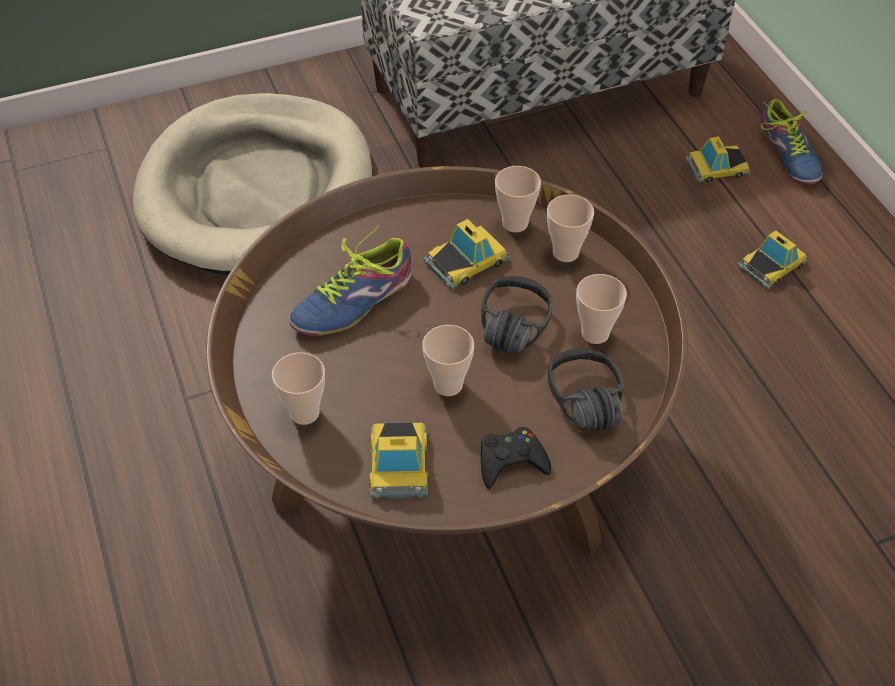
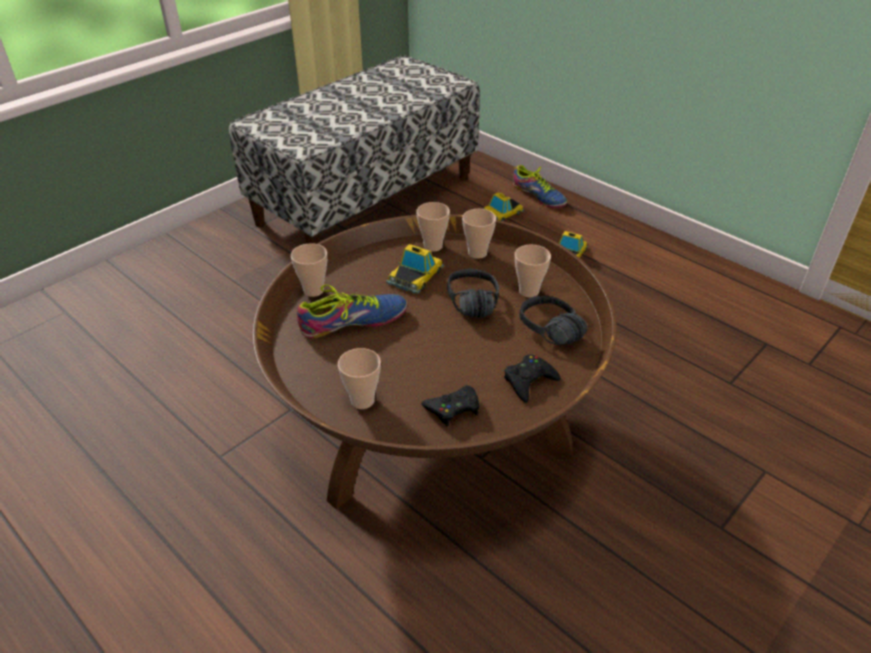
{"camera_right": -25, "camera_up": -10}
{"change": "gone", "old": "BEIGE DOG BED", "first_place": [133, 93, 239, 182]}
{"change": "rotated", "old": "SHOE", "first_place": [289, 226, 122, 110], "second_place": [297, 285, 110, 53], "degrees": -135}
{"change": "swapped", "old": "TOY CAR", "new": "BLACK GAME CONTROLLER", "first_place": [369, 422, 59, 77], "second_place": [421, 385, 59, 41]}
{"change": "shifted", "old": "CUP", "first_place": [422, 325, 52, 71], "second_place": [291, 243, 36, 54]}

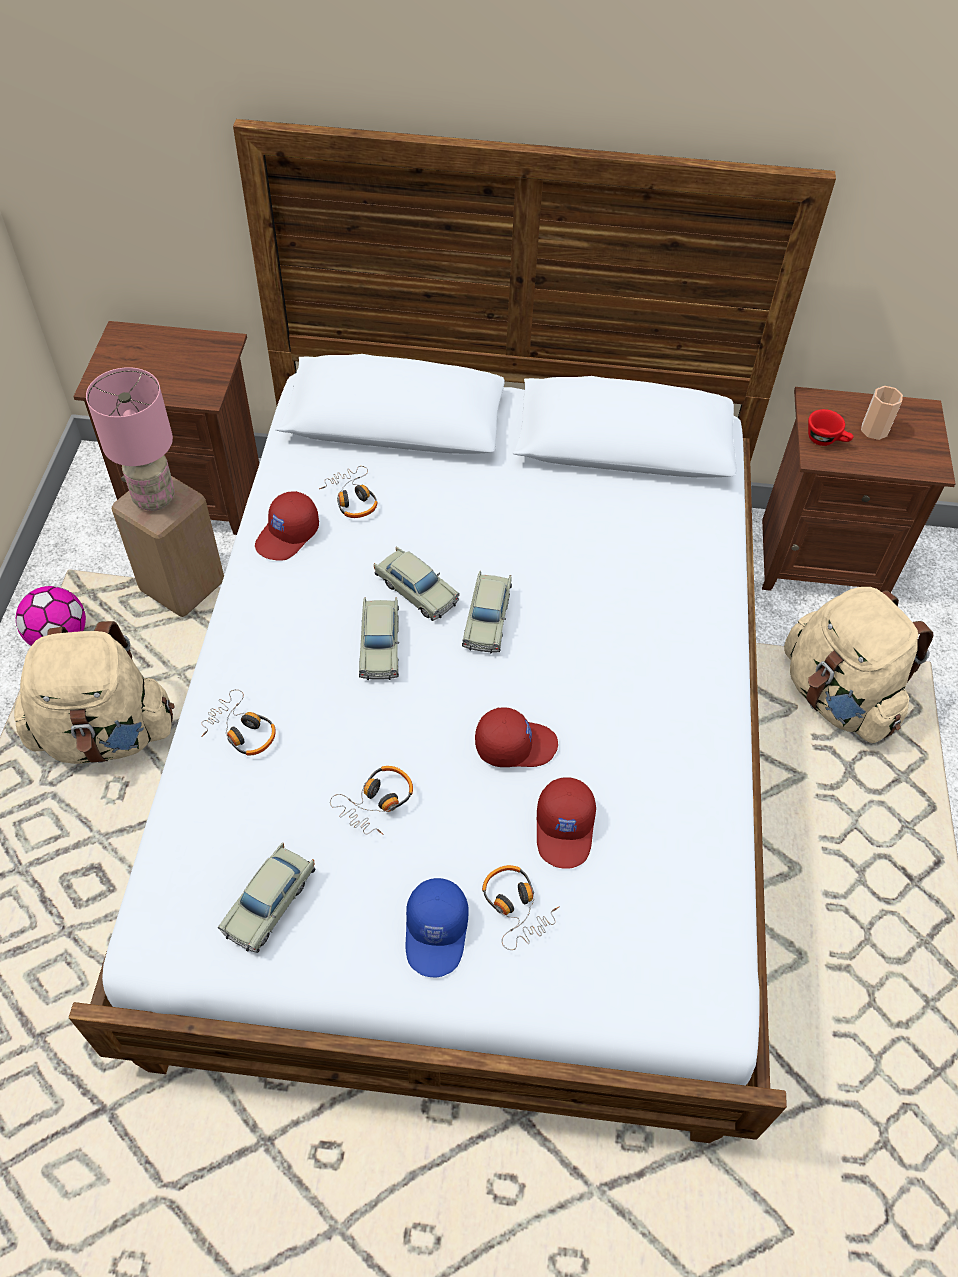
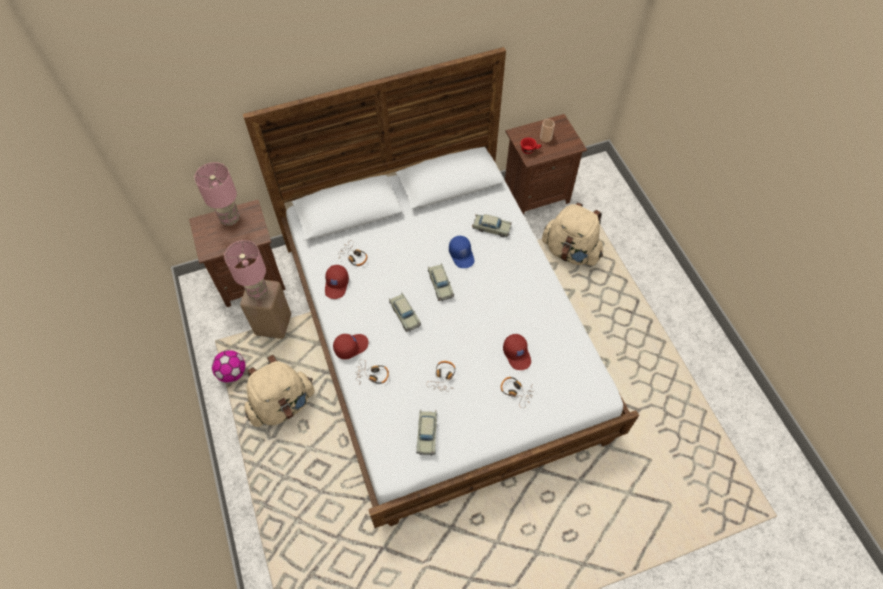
{"camera_right": -25, "camera_up": 5}
{"change": "shifted", "old": "BEIGE TOY CAR", "first_place": [374, 547, 86, 74], "second_place": [472, 214, 40, 23]}
{"change": "shifted", "old": "BLUE CAP", "first_place": [405, 878, 64, 99], "second_place": [449, 235, 25, 33]}
{"change": "shifted", "old": "RED CAP", "first_place": [475, 707, 83, 60], "second_place": [333, 334, 35, 25]}
{"change": "new", "new": "PINK TABLE LAMP", "second_place": [195, 162, 45, 64]}

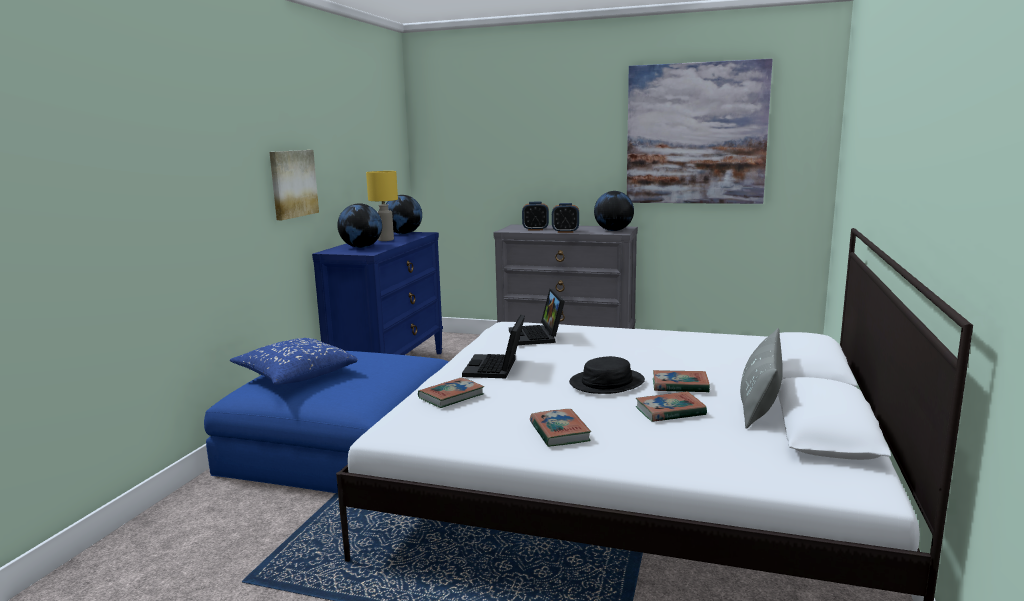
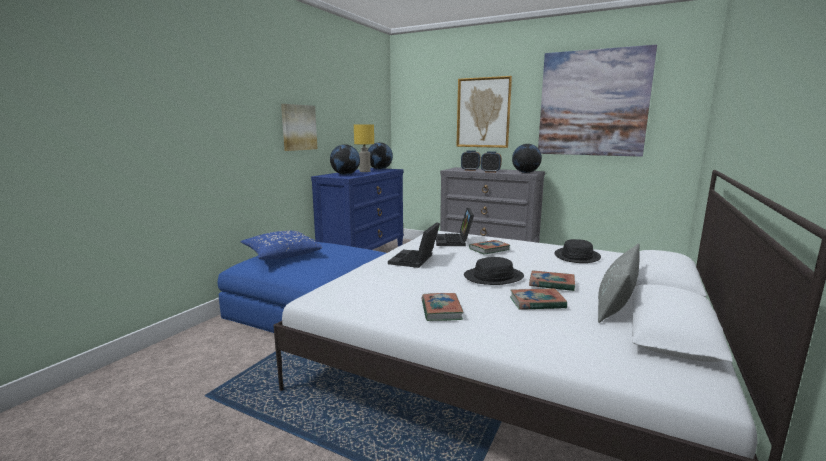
{"camera_right": 10, "camera_up": 0}
{"change": "shifted", "old": "BOOK", "first_place": [418, 377, 66, 31], "second_place": [469, 240, 41, 15]}
{"change": "new", "new": "PICTURE", "second_place": [456, 76, 56, 72]}
{"change": "new", "new": "BLACK HAT", "second_place": [555, 239, 46, 24]}

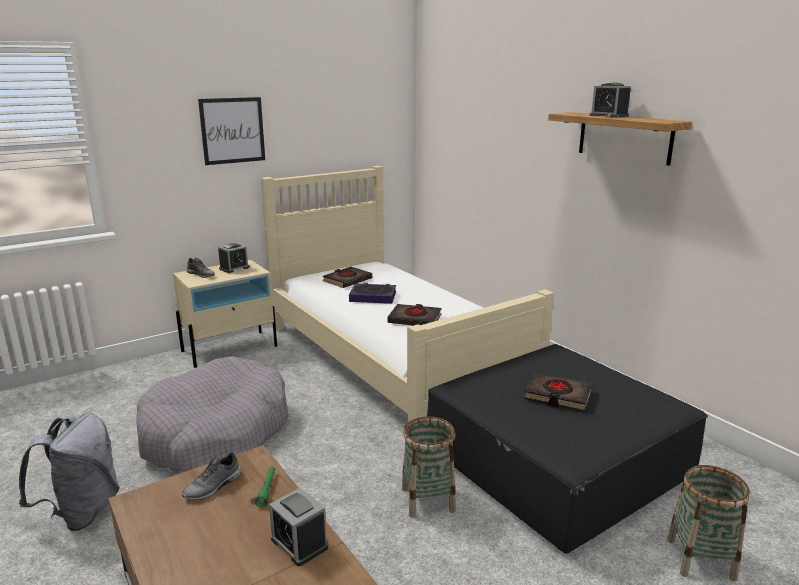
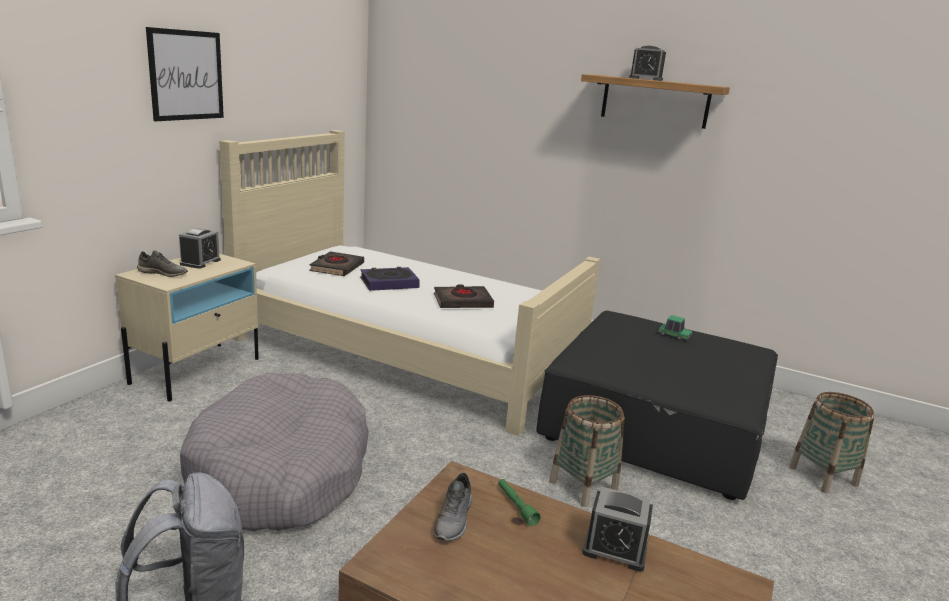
{"camera_right": -30, "camera_up": 0}
{"change": "gone", "old": "BLACK BOOK", "first_place": [524, 372, 69, 39]}
{"change": "new", "new": "TOY CAR", "second_place": [658, 315, 34, 25]}

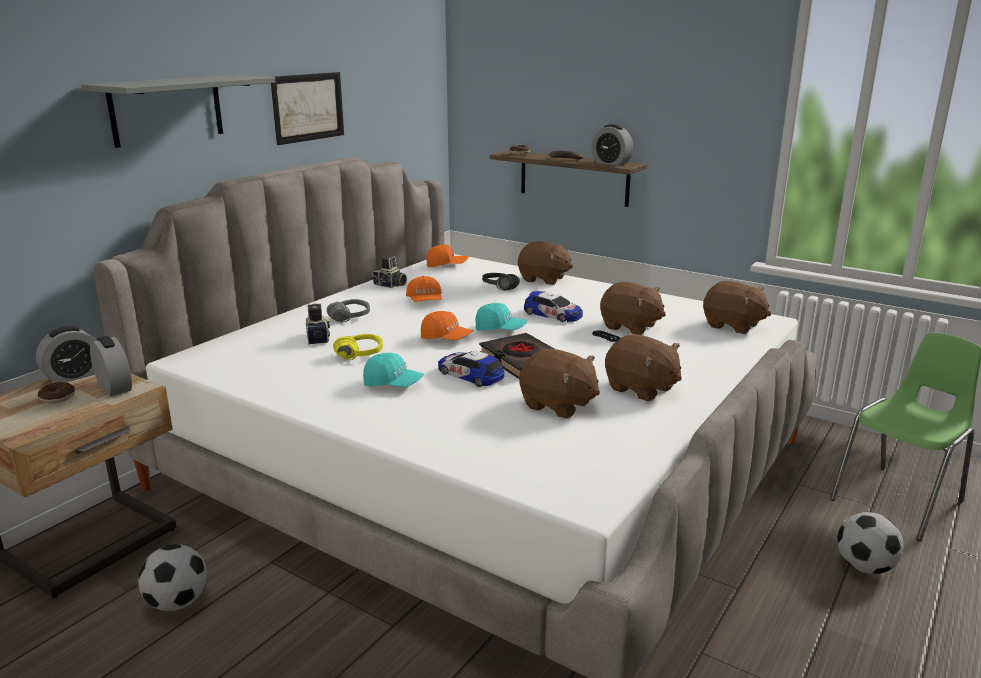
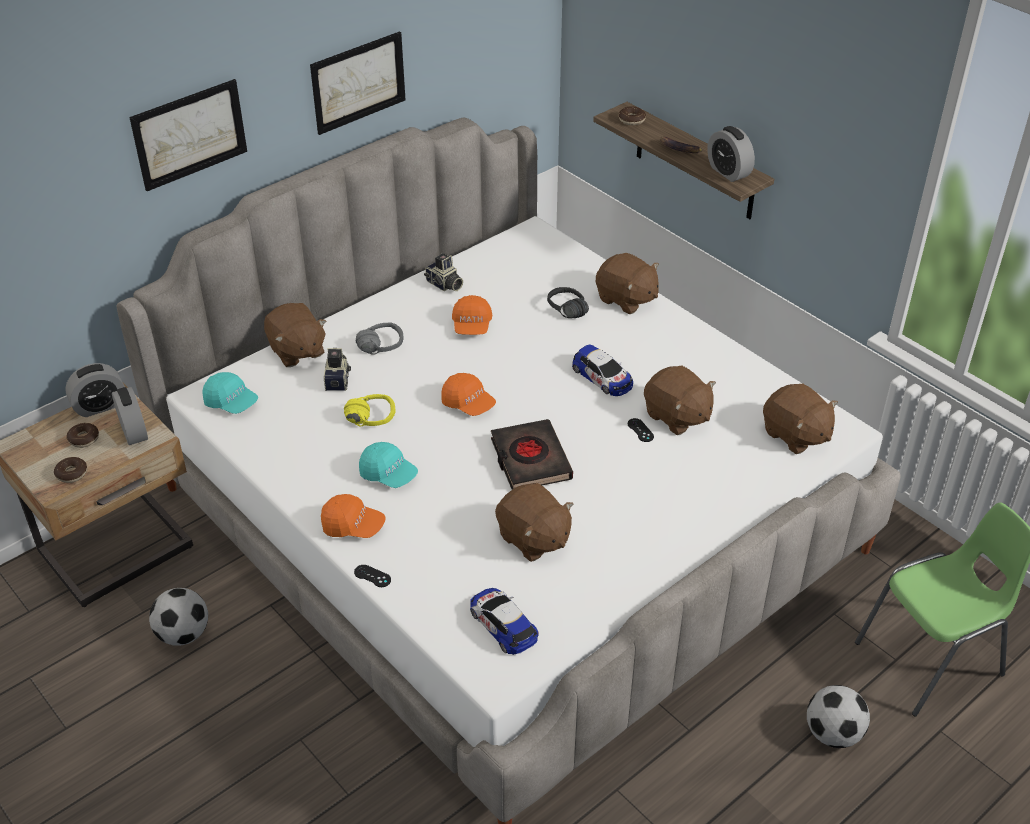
{"camera_right": 15, "camera_up": 20}
{"change": "swapped", "old": "GREY SHELF", "new": "PICTURE", "first_place": [81, 75, 194, 73], "second_place": [129, 79, 118, 112]}
{"change": "shifted", "old": "ORANGE CAP", "first_place": [426, 244, 43, 23], "second_place": [321, 494, 64, 44]}
{"change": "shifted", "old": "TOY CAR", "first_place": [438, 350, 67, 37], "second_place": [470, 588, 69, 67]}
{"change": "shifted", "old": "TURQUOISE CAP", "first_place": [475, 303, 53, 28], "second_place": [203, 372, 55, 42]}
{"change": "shifted", "old": "BROWN PLUSH TOY", "first_place": [605, 334, 77, 67], "second_place": [264, 303, 62, 64]}
{"change": "new", "new": "DONUT", "second_place": [54, 457, 33, 26]}
{"change": "new", "new": "BLACK GAME CONTROLLER", "second_place": [354, 565, 37, 22]}

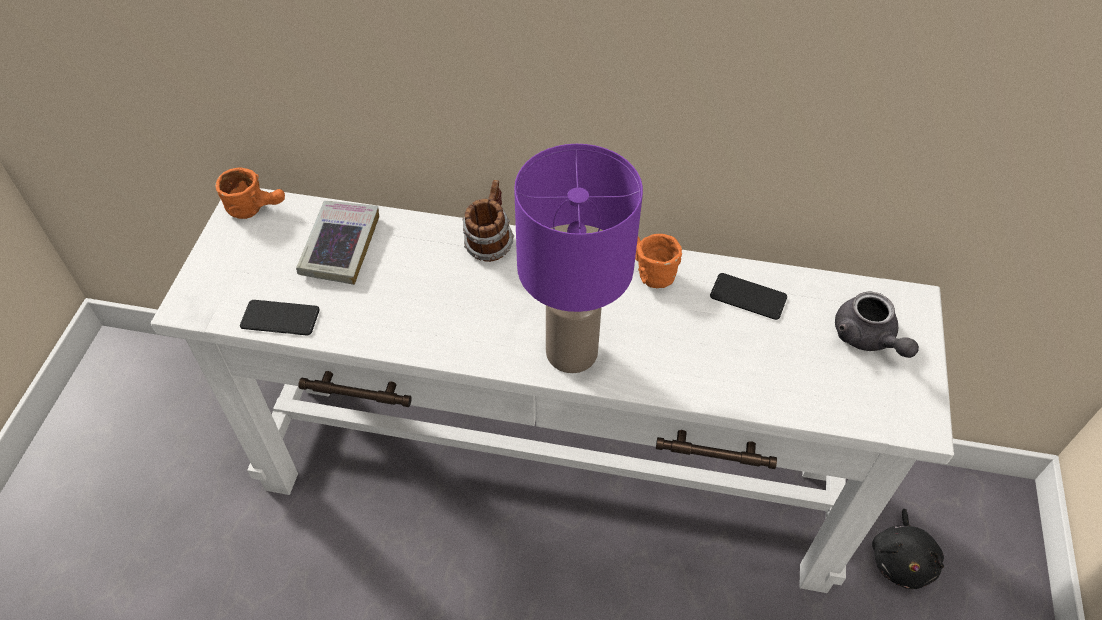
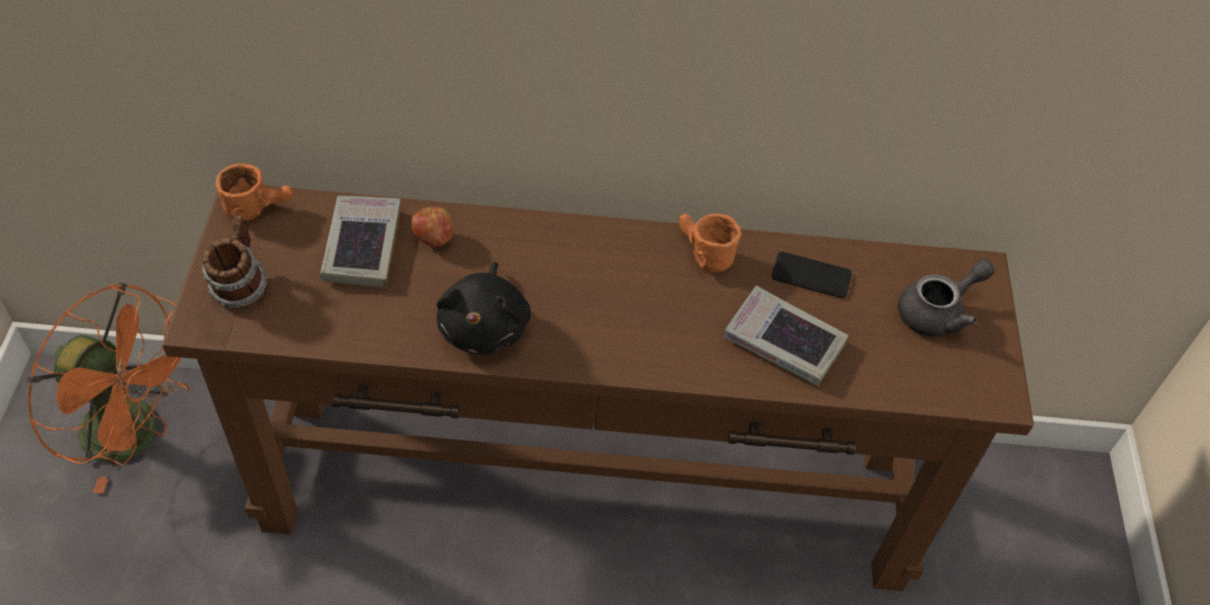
{"camera_right": -10, "camera_up": 0}
{"change": "repainted", "old": "WHITE CONSOLE TABLE", "new": "BROWN CONSOLE TABLE", "first_place": [151, 188, 803, 405], "second_place": [162, 185, 872, 406]}
{"change": "gone", "old": "PHONE", "first_place": [240, 300, 80, 35]}
{"change": "shifted", "old": "MUG", "first_place": [462, 180, 52, 82], "second_place": [202, 215, 65, 94]}
{"change": "gone", "old": "PURPLE TABLE LAMP", "first_place": [514, 144, 129, 229]}
{"change": "rotated", "old": "GREY TEAPOT", "first_place": [835, 292, 84, 66], "second_place": [898, 259, 97, 78], "degrees": -90}
{"change": "shifted", "old": "BLACK PLUSH TOY", "first_place": [872, 509, 72, 80], "second_place": [437, 262, 94, 92]}
{"change": "new", "new": "ORANGE FAN", "second_place": [27, 283, 163, 211]}
{"change": "new", "new": "APPLE", "second_place": [411, 205, 42, 42]}
{"change": "new", "new": "BOOK", "second_place": [723, 285, 126, 101]}

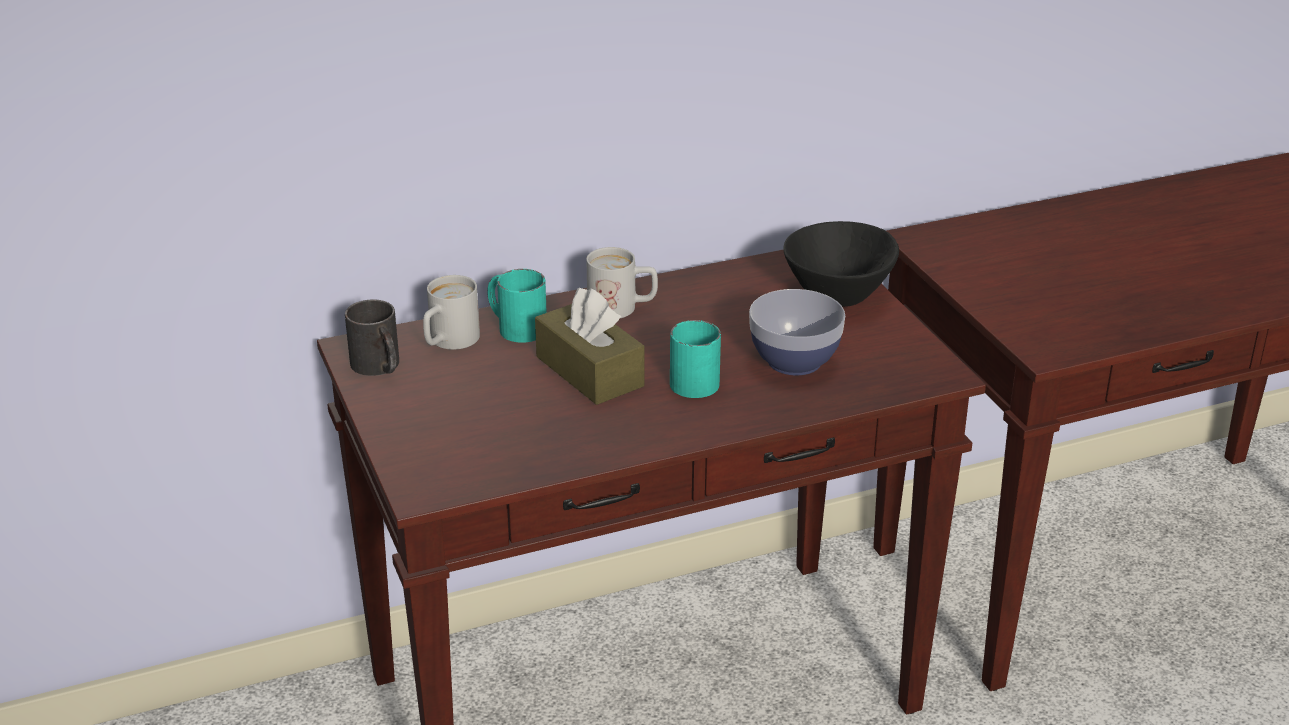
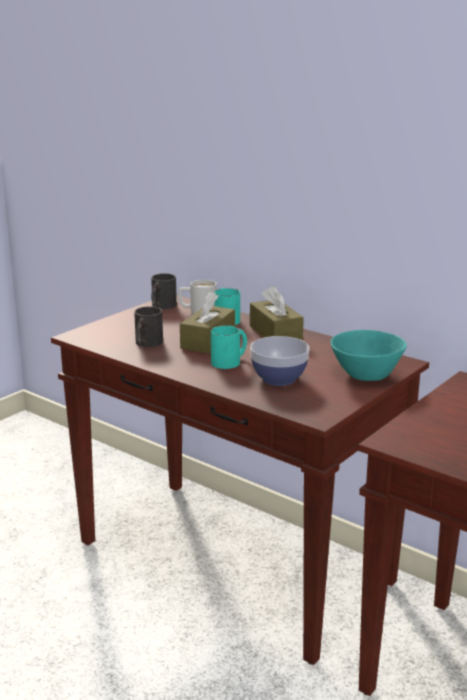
{"camera_right": 60, "camera_up": -10}
{"change": "swapped", "old": "WHITE MUG", "new": "BROWN TISSUE BOX", "first_place": [586, 247, 72, 71], "second_place": [250, 286, 54, 55]}
{"change": "repainted", "old": "BLACK BOWL", "new": "TURQUOISE BOWL", "first_place": [783, 221, 116, 86], "second_place": [331, 330, 76, 51]}
{"change": "new", "new": "BLACK MUG", "second_place": [134, 306, 29, 41]}

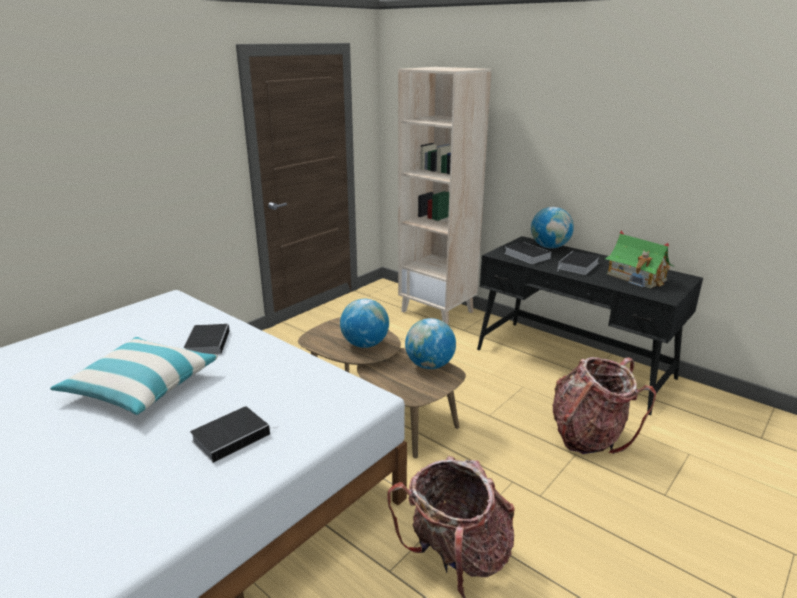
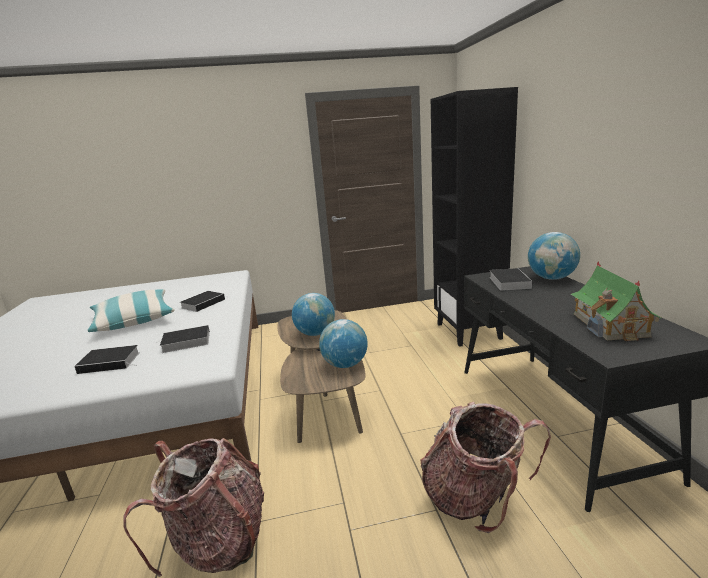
{"camera_right": 40, "camera_up": -5}
{"change": "repainted", "old": "BEIGE BOOKCASE", "new": "BLACK BOOKCASE", "first_place": [398, 67, 93, 259], "second_place": [431, 87, 87, 260]}
{"change": "shifted", "old": "BOOK", "first_place": [557, 251, 43, 24], "second_place": [156, 325, 54, 28]}

